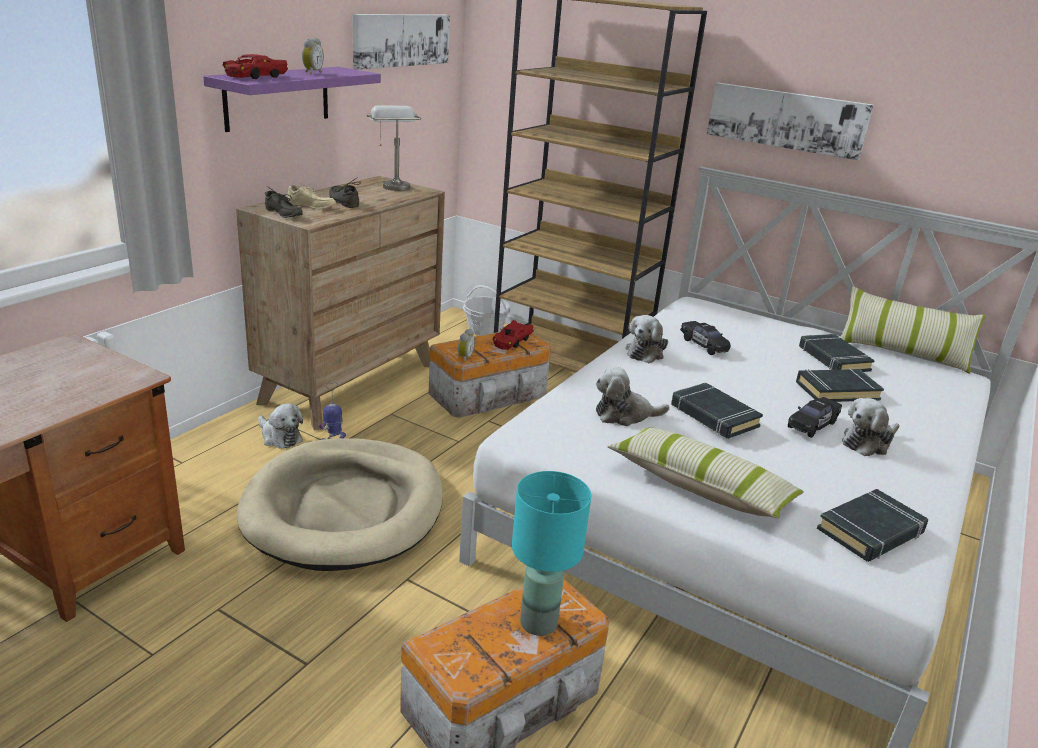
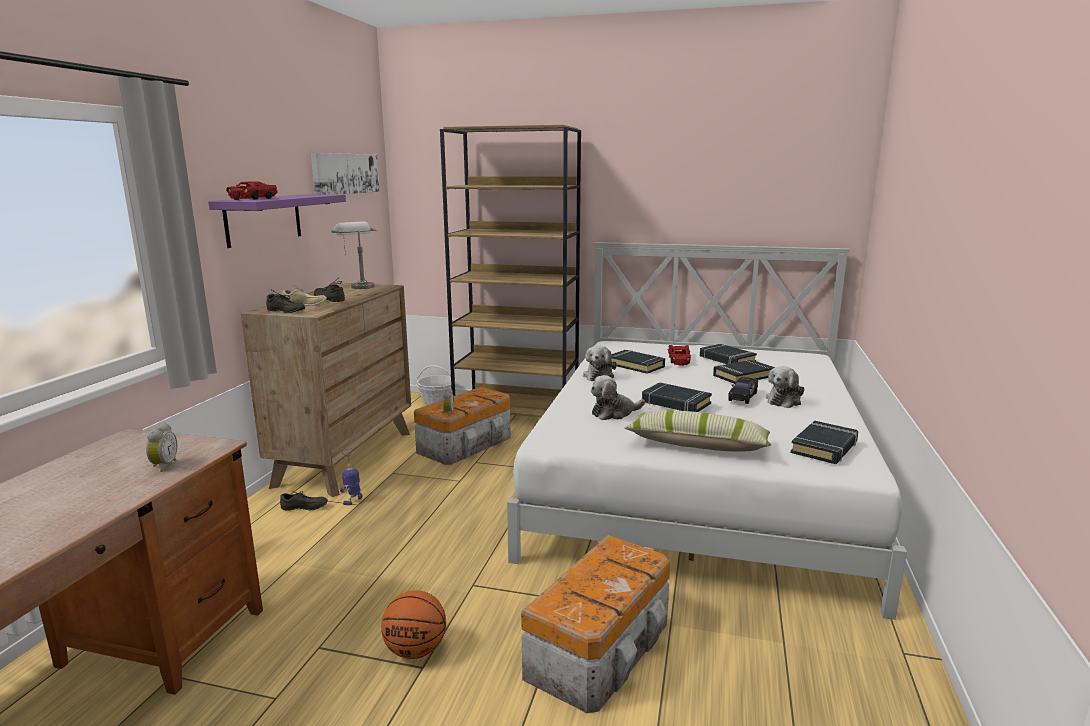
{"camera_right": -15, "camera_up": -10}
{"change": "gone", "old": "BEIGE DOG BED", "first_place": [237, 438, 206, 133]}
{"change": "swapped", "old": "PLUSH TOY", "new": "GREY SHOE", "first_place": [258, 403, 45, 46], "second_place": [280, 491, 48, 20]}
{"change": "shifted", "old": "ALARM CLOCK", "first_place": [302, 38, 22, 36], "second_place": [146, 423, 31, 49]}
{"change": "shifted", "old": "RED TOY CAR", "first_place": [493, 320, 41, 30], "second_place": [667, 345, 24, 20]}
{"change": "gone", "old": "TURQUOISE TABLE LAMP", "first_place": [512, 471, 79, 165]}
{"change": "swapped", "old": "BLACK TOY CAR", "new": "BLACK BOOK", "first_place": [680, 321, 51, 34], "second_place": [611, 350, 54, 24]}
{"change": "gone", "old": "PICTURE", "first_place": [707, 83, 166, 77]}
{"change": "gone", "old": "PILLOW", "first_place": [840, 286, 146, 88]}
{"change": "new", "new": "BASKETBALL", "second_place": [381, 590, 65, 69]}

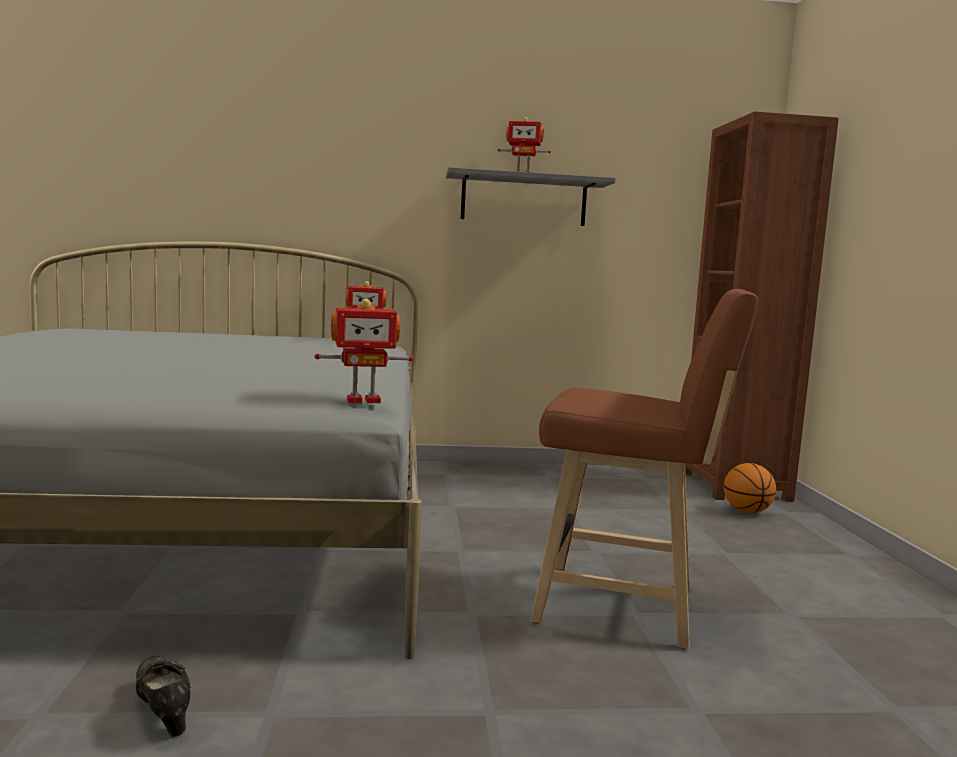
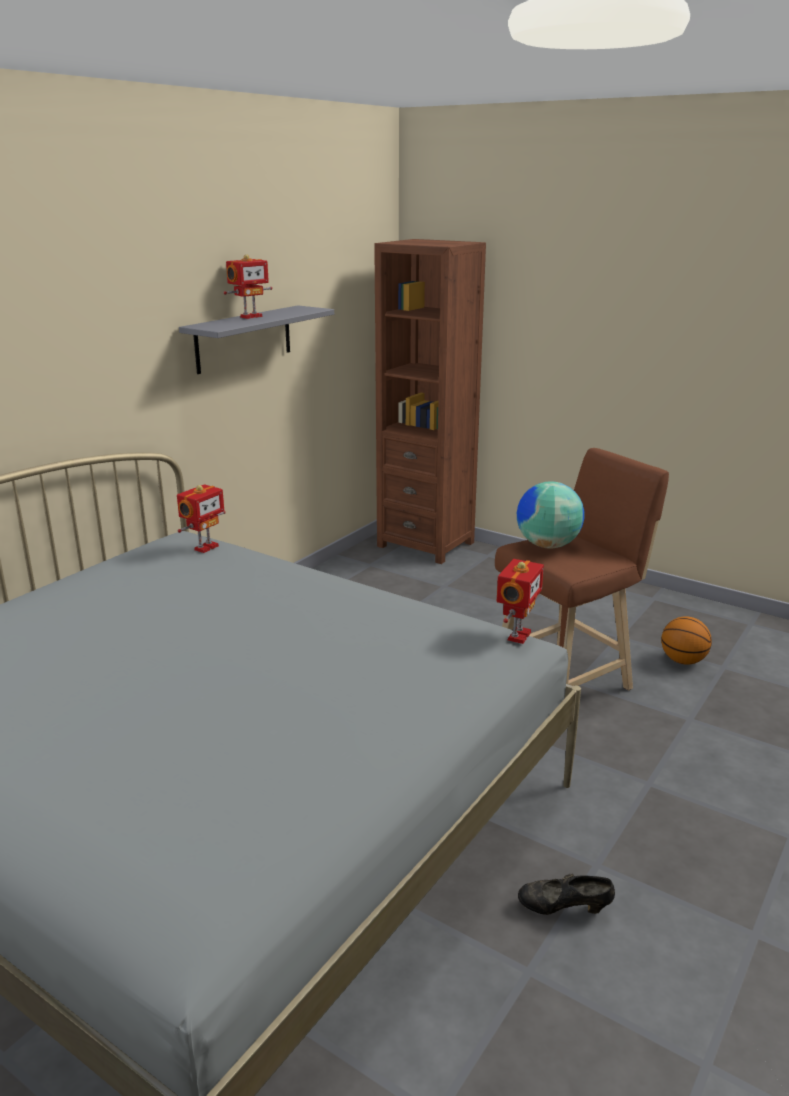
{"camera_right": -50, "camera_up": 15}
{"change": "shifted", "old": "BASKETBALL", "first_place": [724, 463, 52, 50], "second_place": [661, 616, 51, 49]}
{"change": "new", "new": "GLOBE", "second_place": [517, 481, 67, 68]}

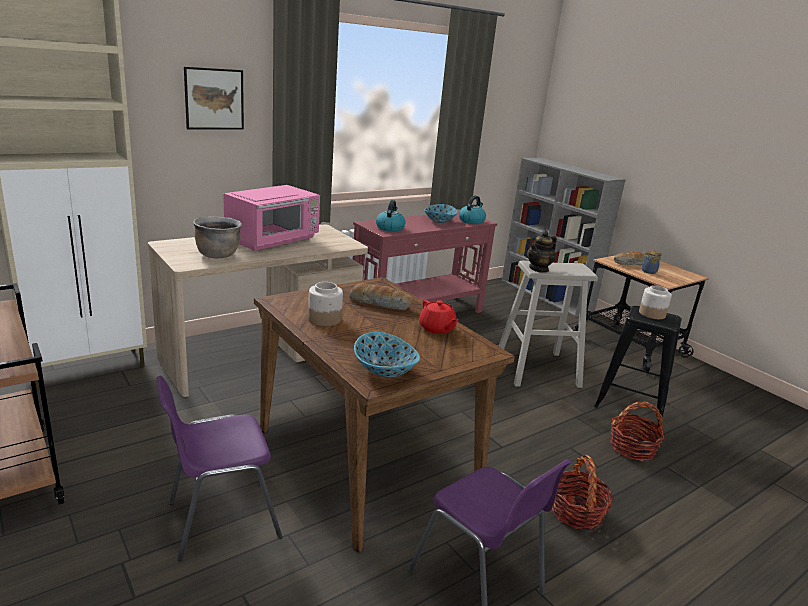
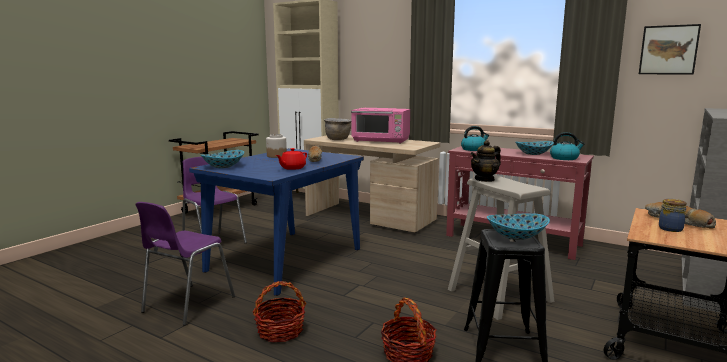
{"camera_right": 70, "camera_up": -10}
{"change": "shifted", "old": "PICTURE", "first_place": [184, 67, 60, 63], "second_place": [639, 24, 62, 50]}
{"change": "repainted", "old": "BROWN DINING TABLE", "new": "BLUE DINING TABLE", "first_place": [254, 277, 261, 275], "second_place": [189, 148, 175, 148]}
{"change": "rotated", "old": "TEAPOT", "first_place": [527, 231, 30, 42], "second_place": [470, 140, 31, 42], "degrees": -60}
{"change": "swapped", "old": "JAR", "new": "BOWL", "first_place": [639, 285, 33, 34], "second_place": [487, 213, 63, 27]}

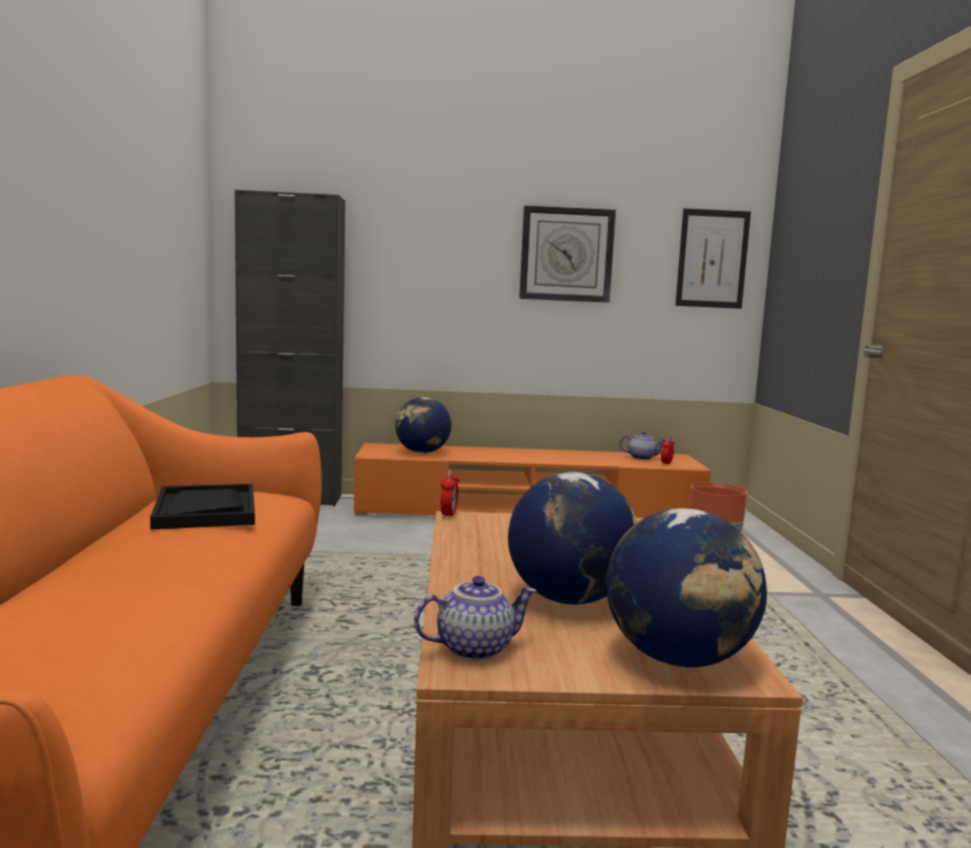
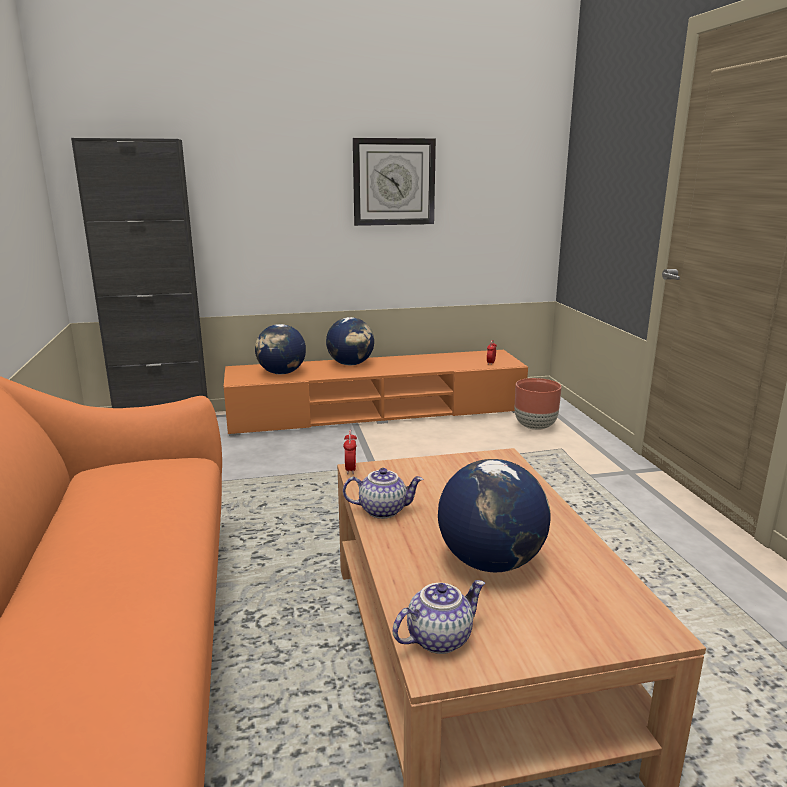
{"camera_right": -10, "camera_up": 10}
{"change": "gone", "old": "BLACK TRAY", "first_place": [150, 484, 105, 46]}
{"change": "shifted", "old": "GLOBE", "first_place": [606, 508, 161, 160], "second_place": [326, 317, 48, 48]}
{"change": "shifted", "old": "TEAPOT", "first_place": [620, 431, 46, 29], "second_place": [343, 468, 80, 51]}
{"change": "gone", "old": "PICTURE", "first_place": [675, 208, 76, 101]}

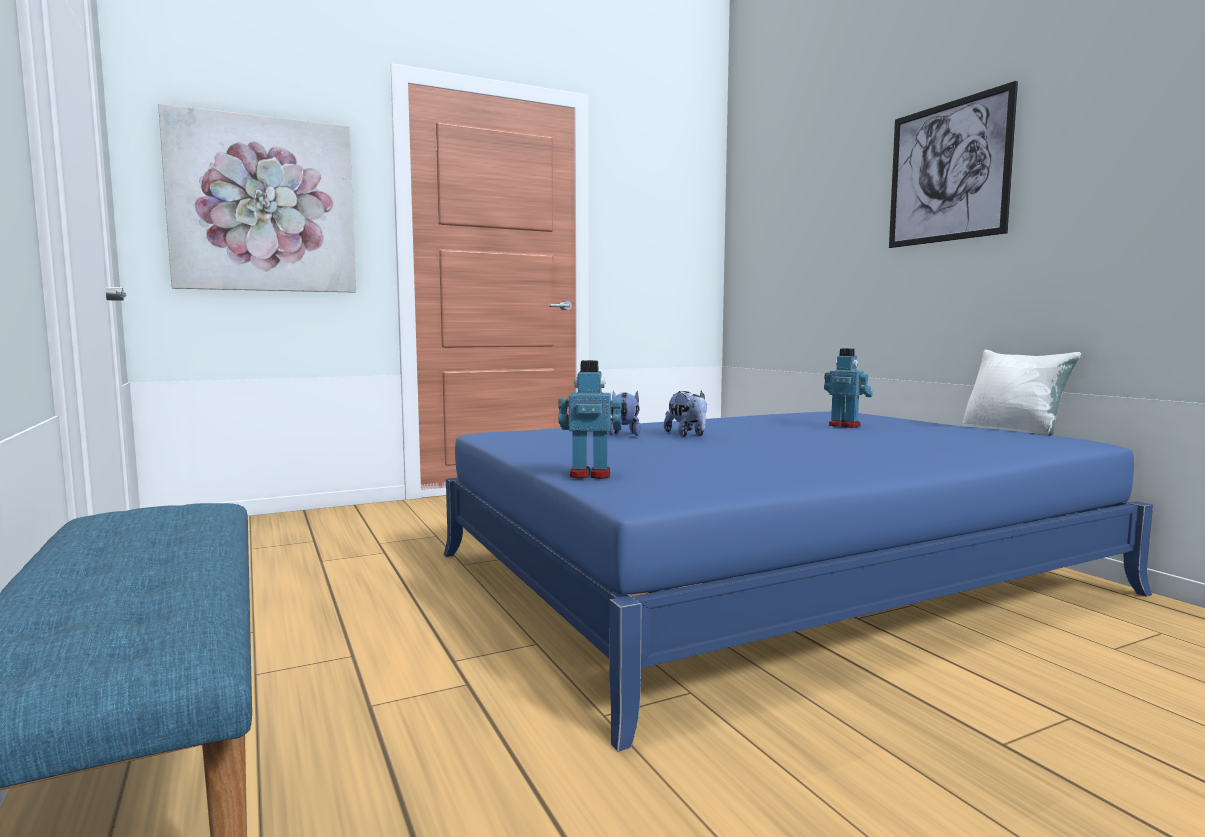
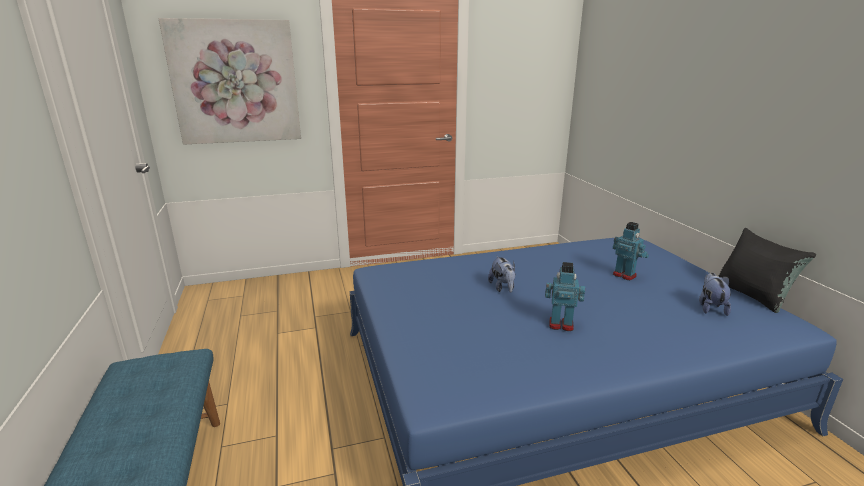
{"camera_right": 10, "camera_up": 15}
{"change": "shifted", "old": "TOY ROBOT", "first_place": [558, 360, 64, 119], "second_place": [545, 262, 40, 69]}
{"change": "shifted", "old": "PLUSH TOY", "first_place": [609, 390, 32, 46], "second_place": [699, 273, 32, 43]}
{"change": "gone", "old": "PICTURE", "first_place": [889, 81, 129, 167]}
{"change": "repainted", "old": "WHITE PILLOW", "new": "BLACK PILLOW", "first_place": [962, 350, 119, 86], "second_place": [718, 228, 98, 85]}

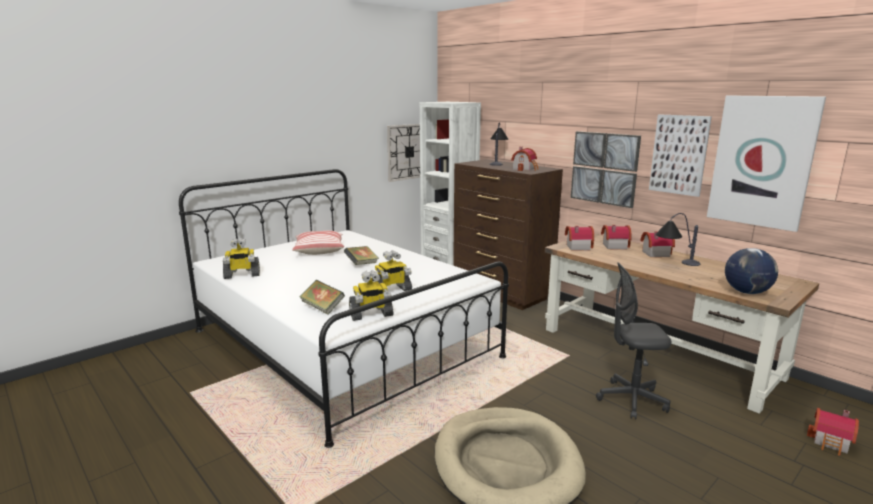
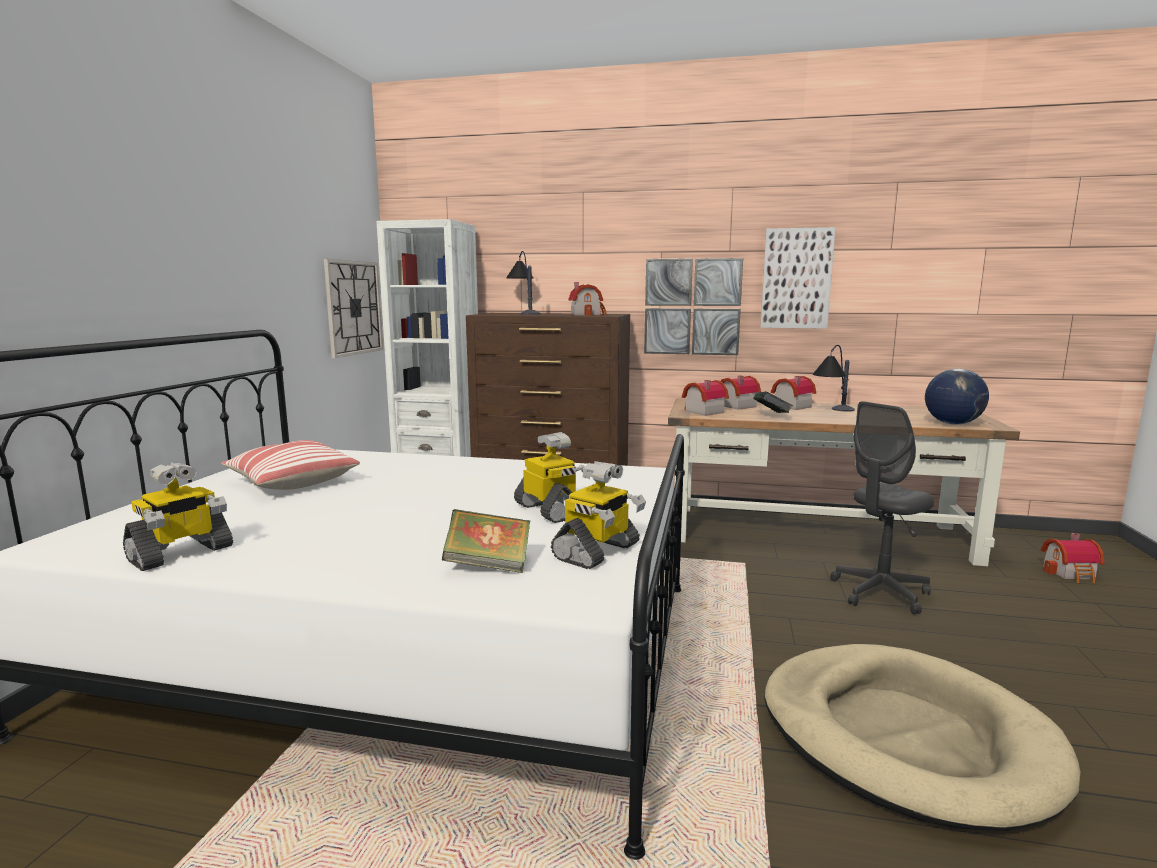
{"camera_right": -35, "camera_up": -5}
{"change": "shifted", "old": "BOOK", "first_place": [344, 246, 35, 19], "second_place": [754, 391, 39, 22]}
{"change": "rotated", "old": "TOY ROBOT", "first_place": [372, 250, 40, 41], "second_place": [514, 432, 76, 91], "degrees": -60}
{"change": "gone", "old": "PICTURE", "first_place": [707, 95, 119, 137]}

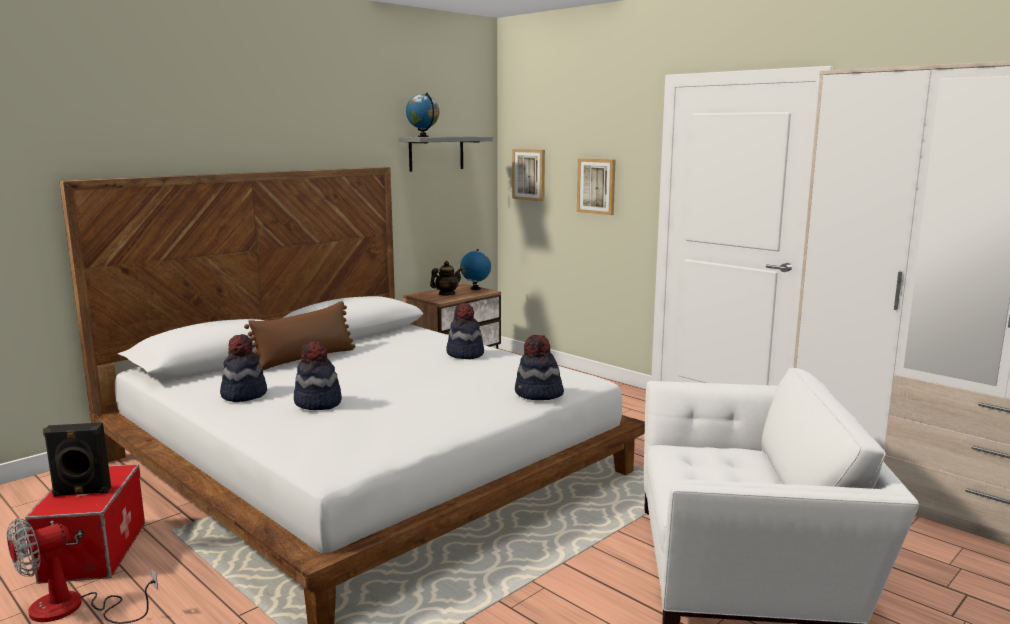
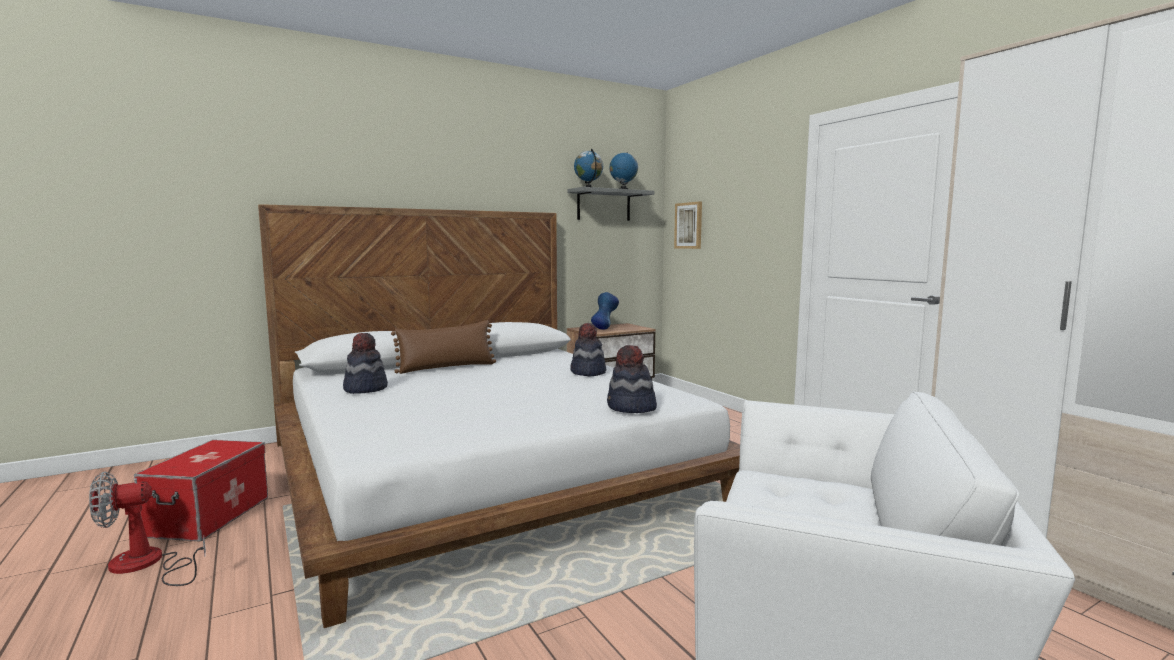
{"camera_right": 15, "camera_up": -5}
{"change": "gone", "old": "BLACK SPEAKER", "first_place": [43, 422, 68, 75]}
{"change": "gone", "old": "HAT", "first_place": [294, 340, 48, 70]}
{"change": "swapped", "old": "TEAPOT", "new": "BLUE VASE", "first_place": [430, 261, 32, 34], "second_place": [591, 292, 28, 38]}
{"change": "shifted", "old": "GLOBE", "first_place": [460, 249, 31, 41], "second_place": [609, 153, 29, 36]}
{"change": "gone", "old": "PICTURE", "first_place": [577, 158, 38, 57]}

